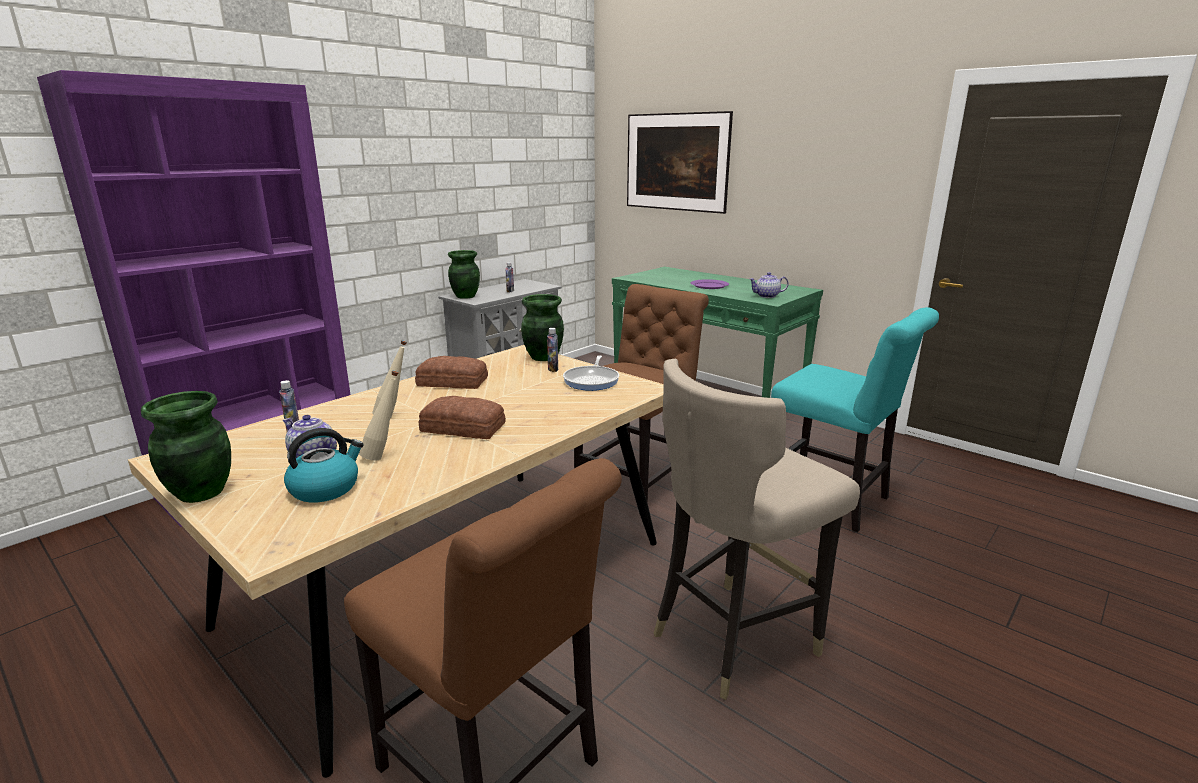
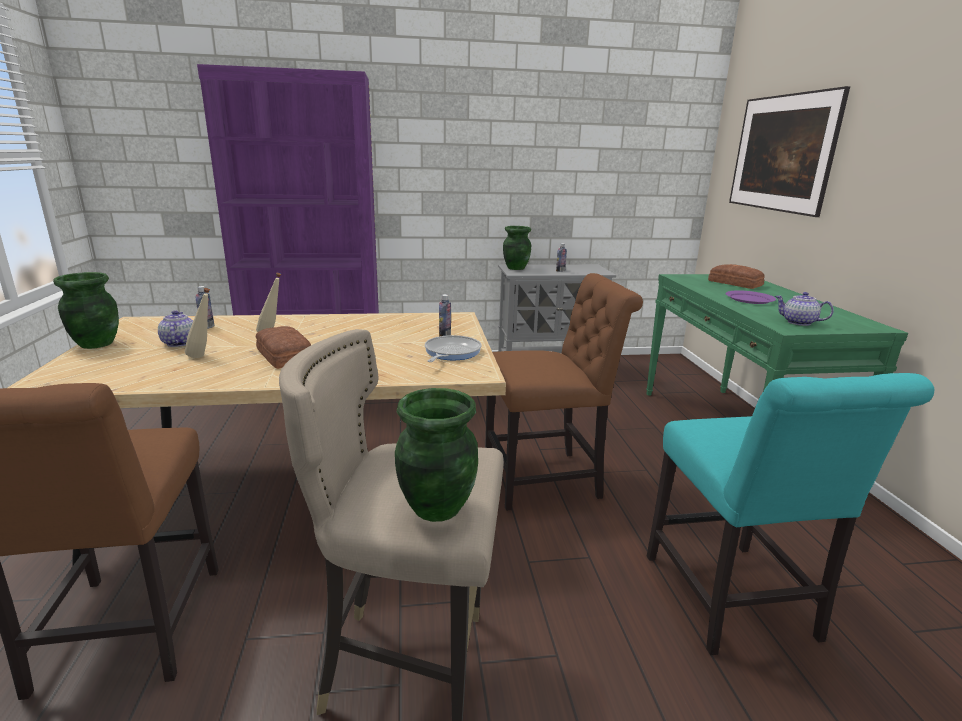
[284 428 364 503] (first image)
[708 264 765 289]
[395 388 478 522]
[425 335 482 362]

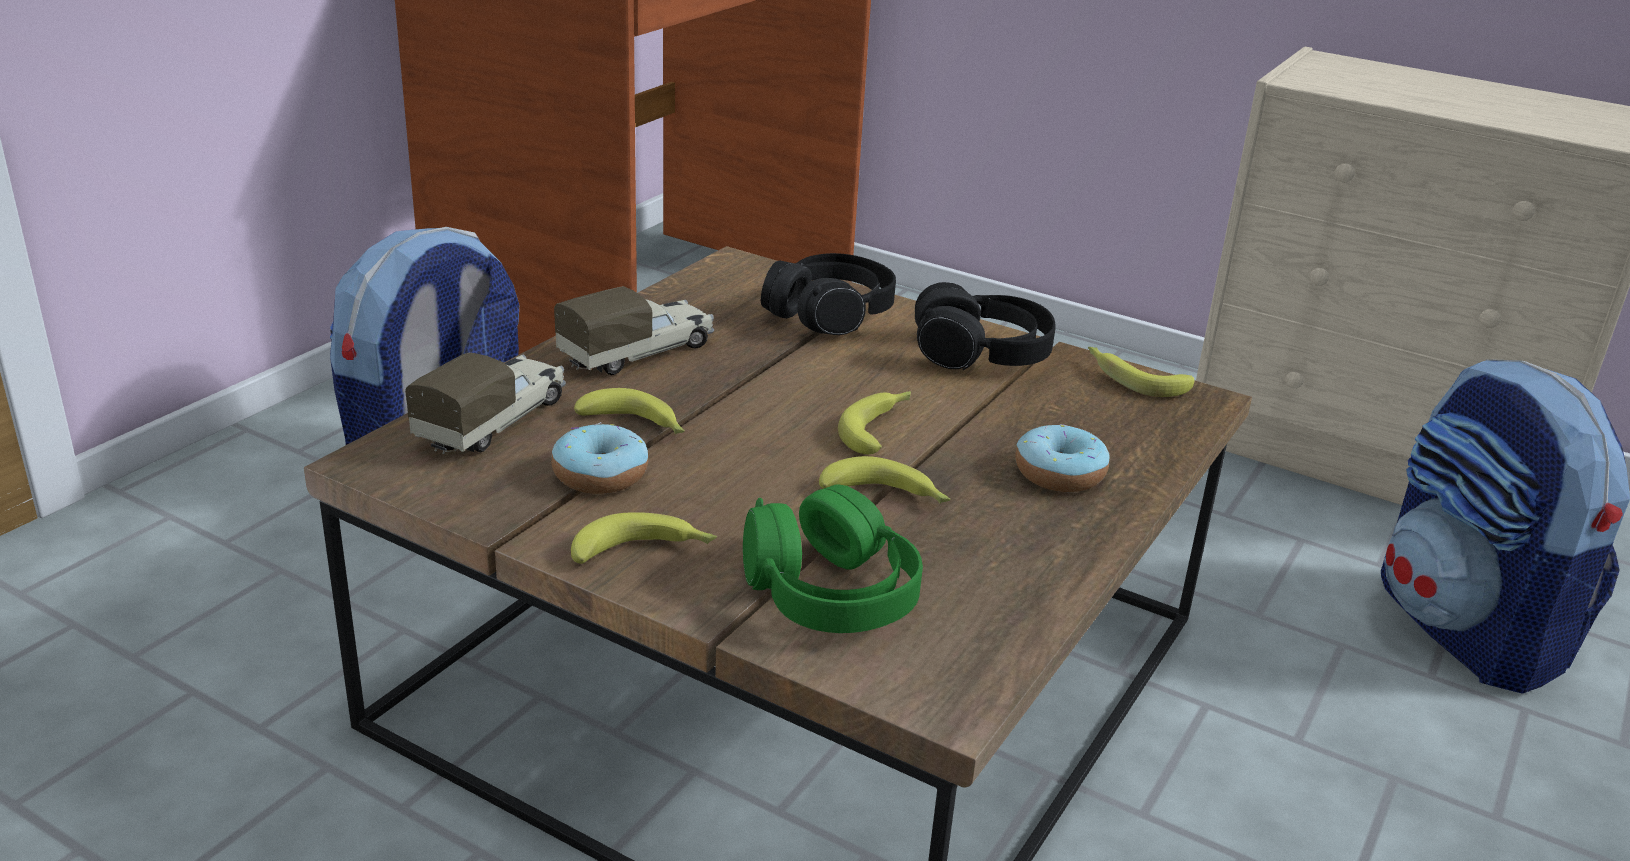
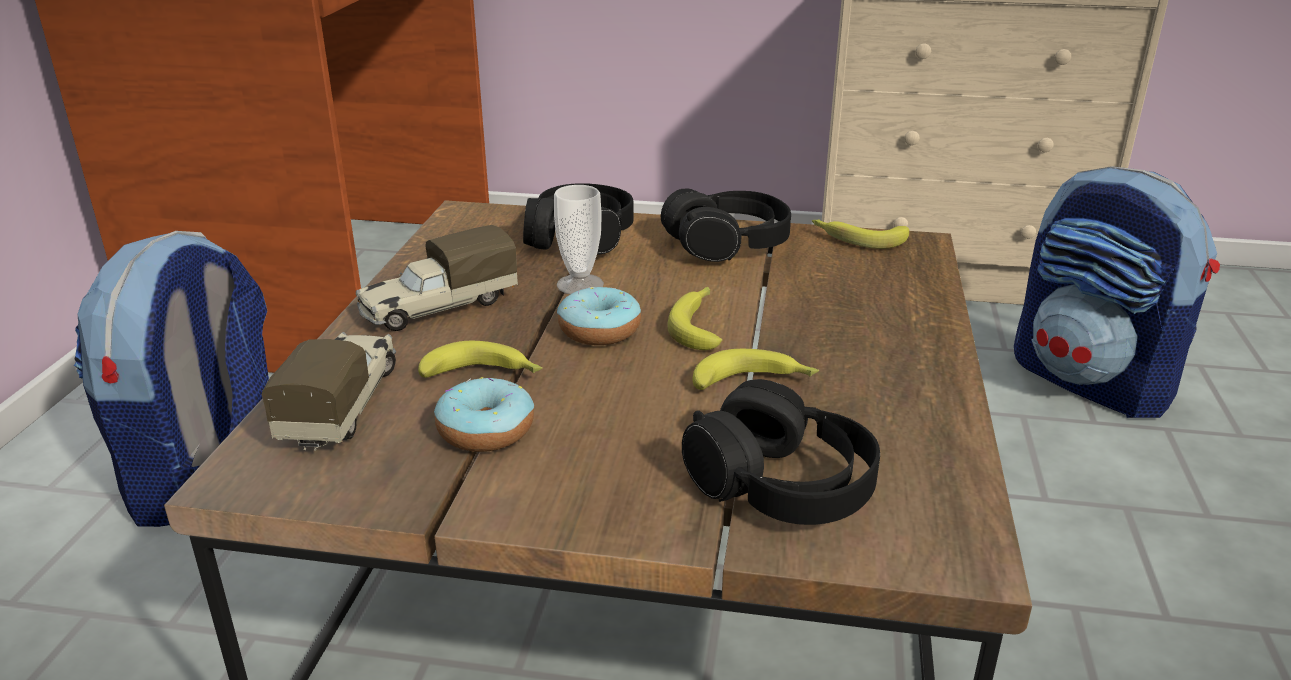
[356 225 518 331]
[571 512 717 564] (first image)
[682 379 880 525]
[557 287 641 345]
[554 185 604 294]

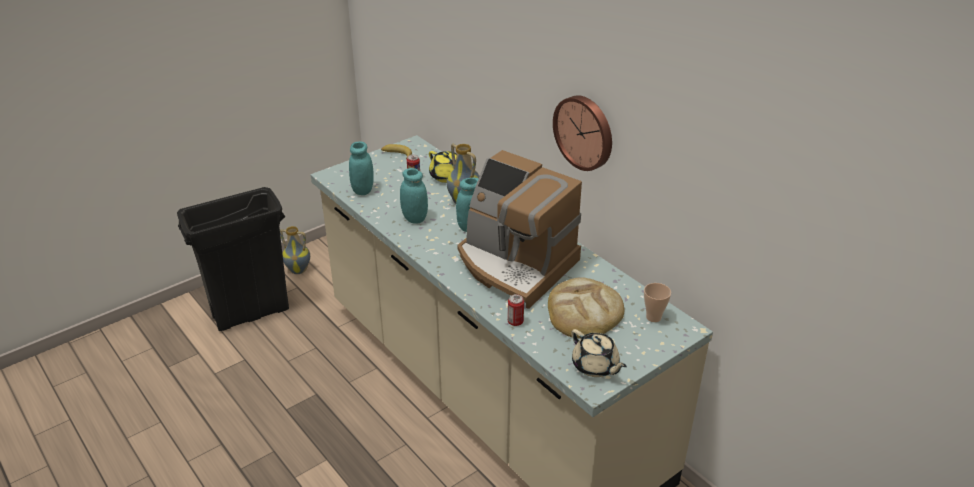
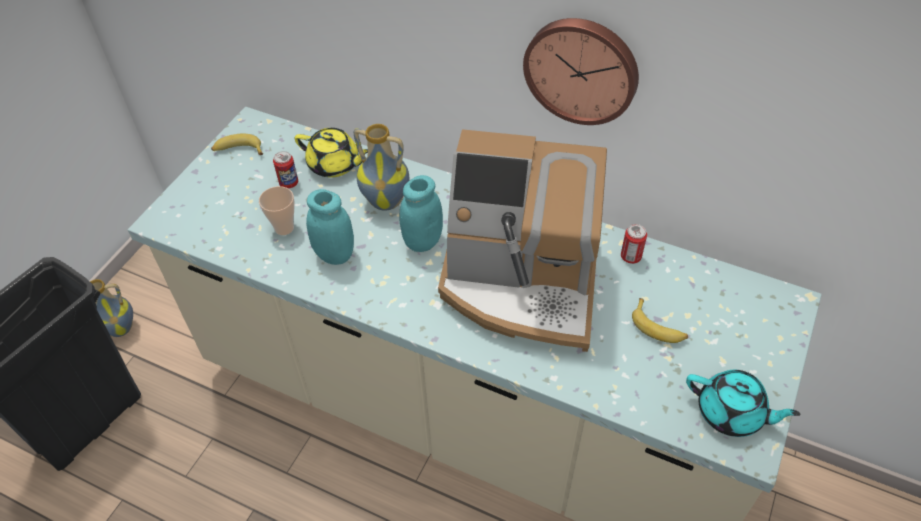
[349 141 374 195] (first image)
[621 224 647 264]
[632 298 688 343]
[686 370 801 437]
[259 186 294 235]

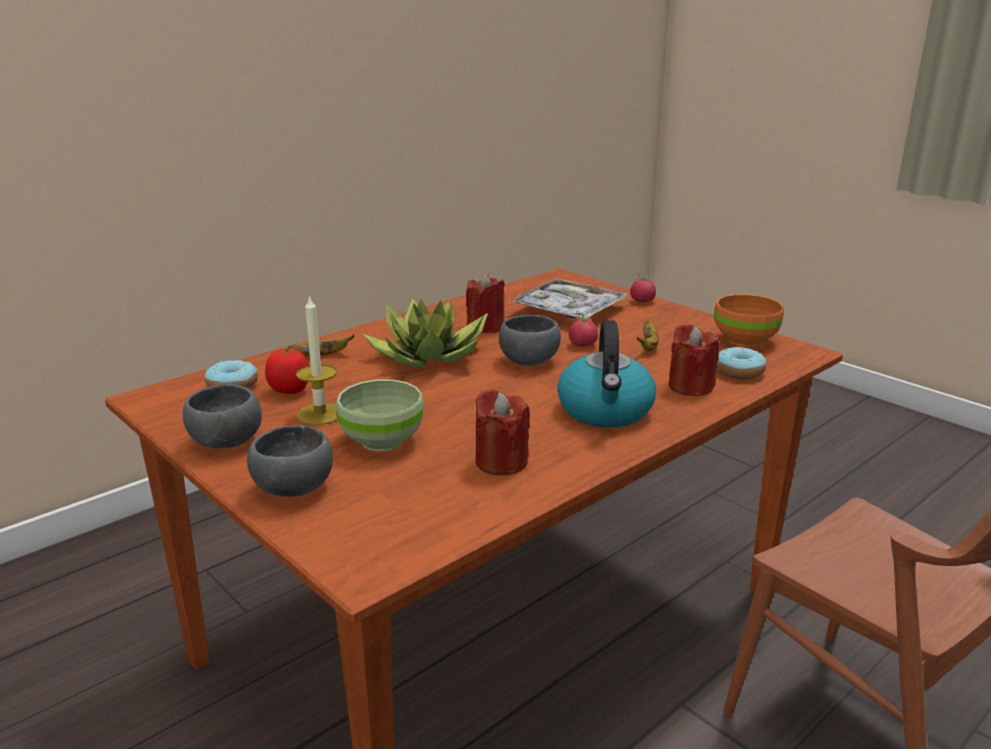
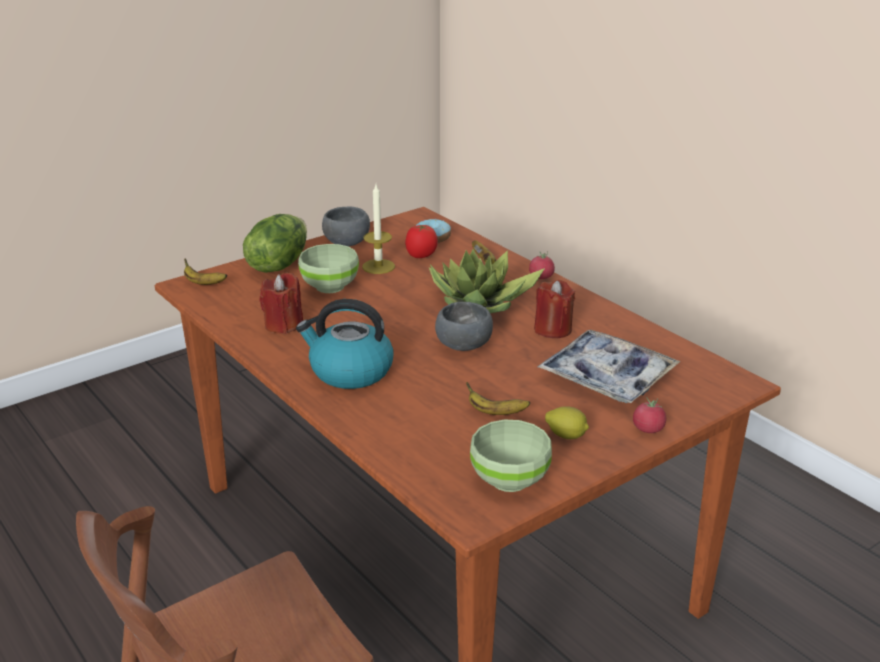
[243 214 307 273]
[529 251 555 279]
[669 324 720 396] (first image)
[470 419 552 492]
[717 347 766 379] (first image)
[184 258 227 285]
[545 406 589 439]

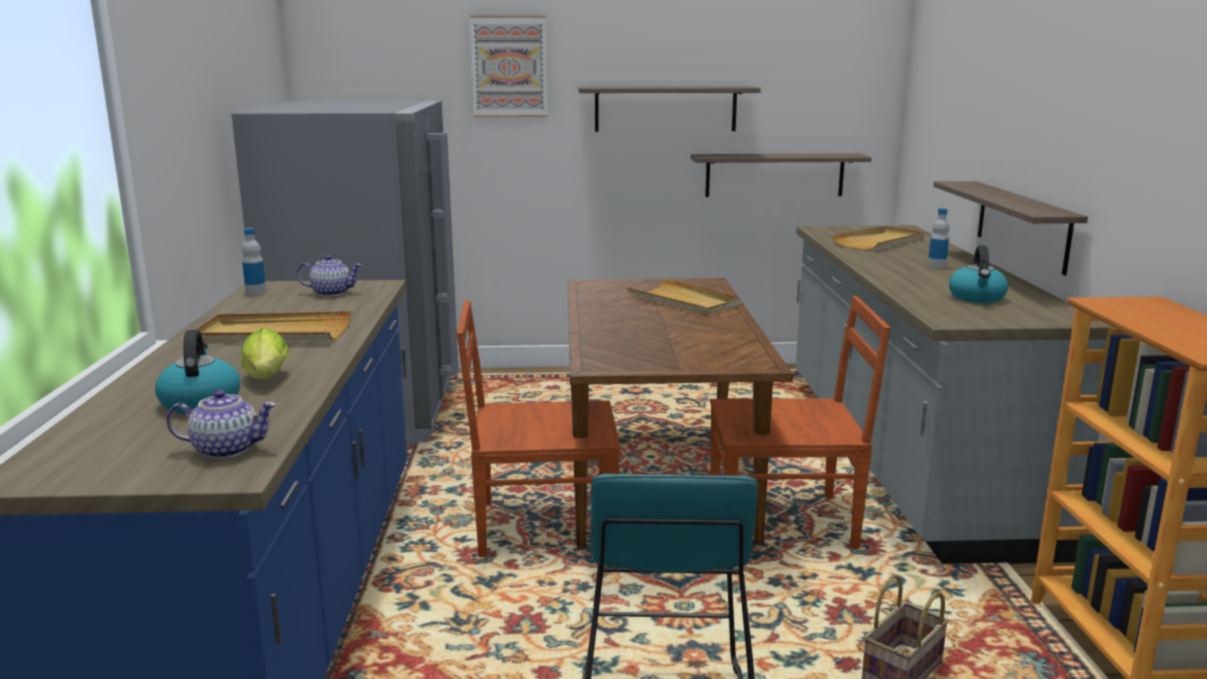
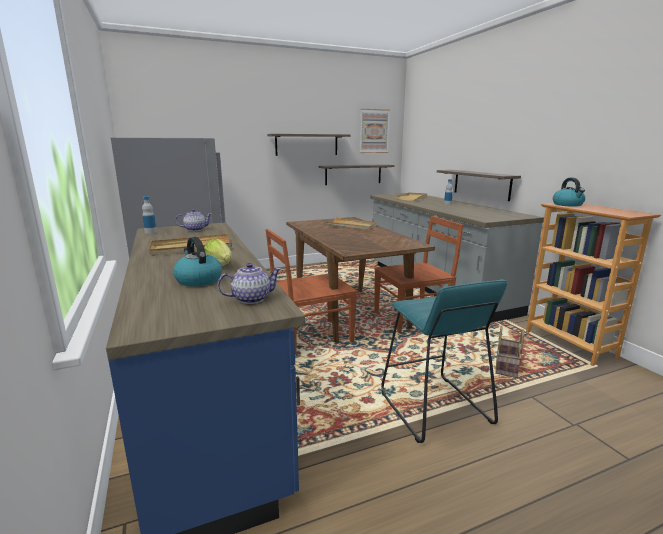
[360 109 390 153]
[553 178 585 207]

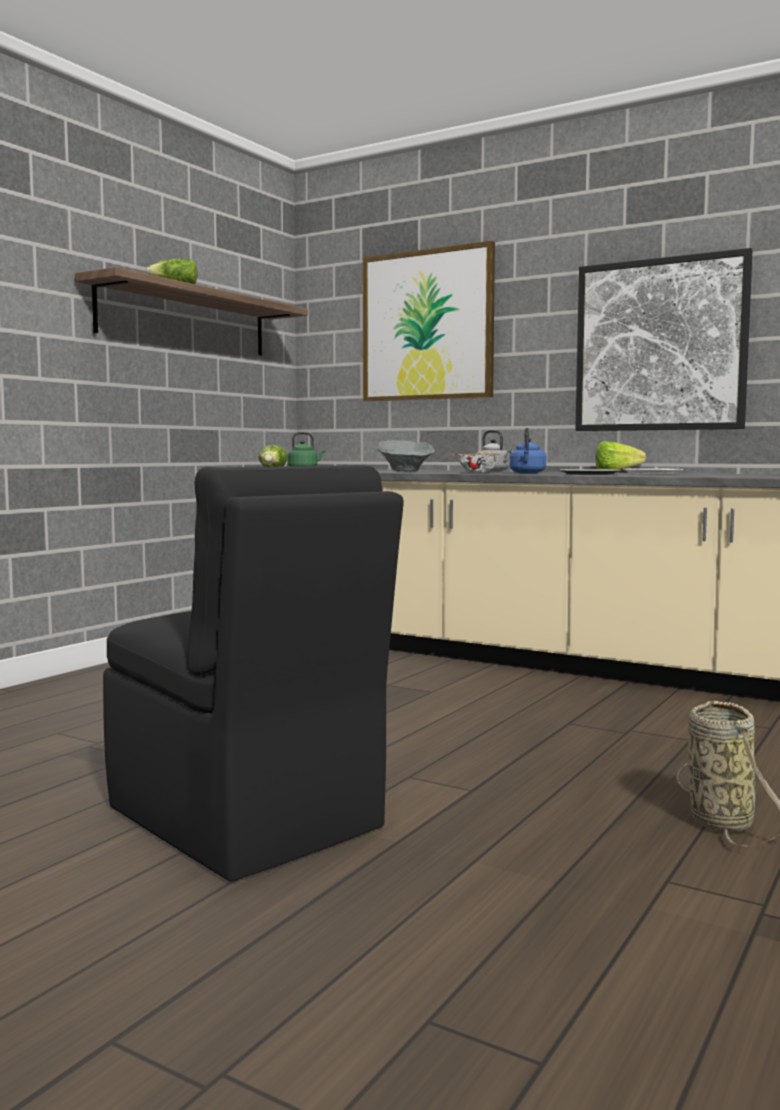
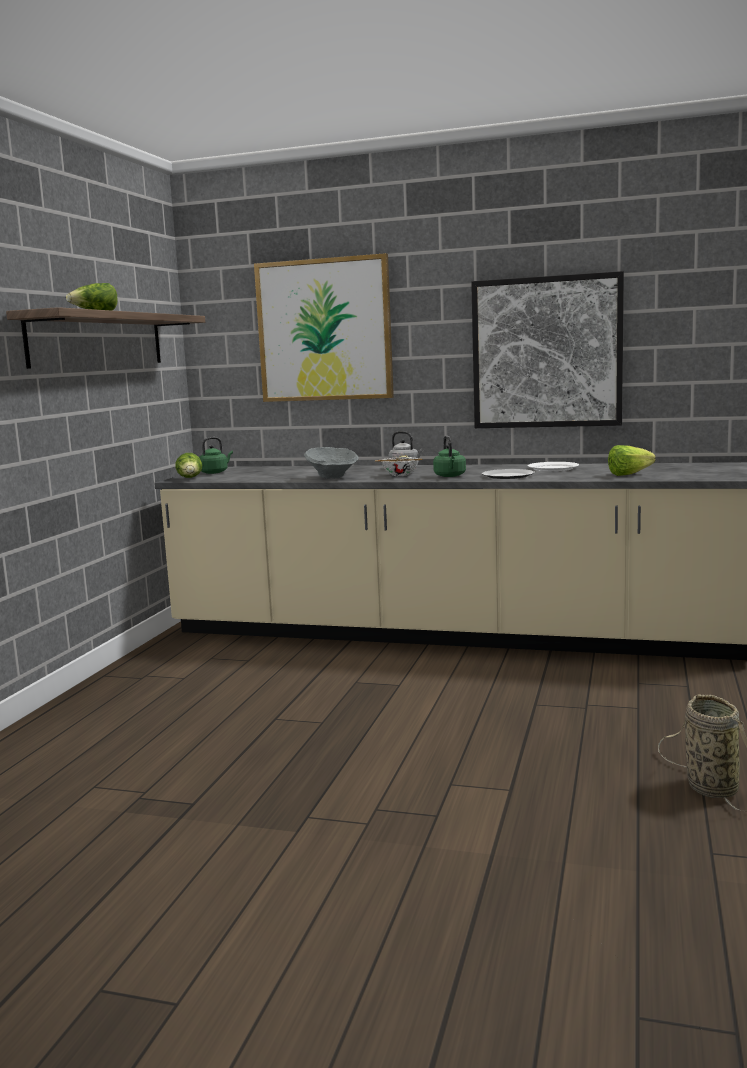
[103 465 404 881] (first image)
[433 436 466 477]
[608 445 656 476]

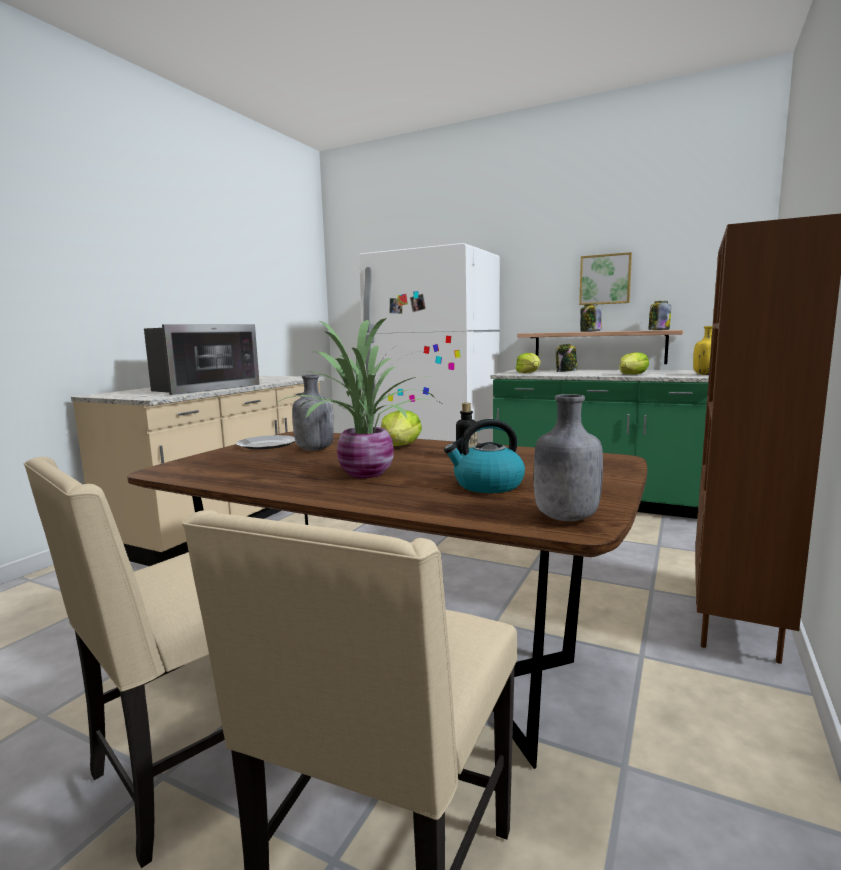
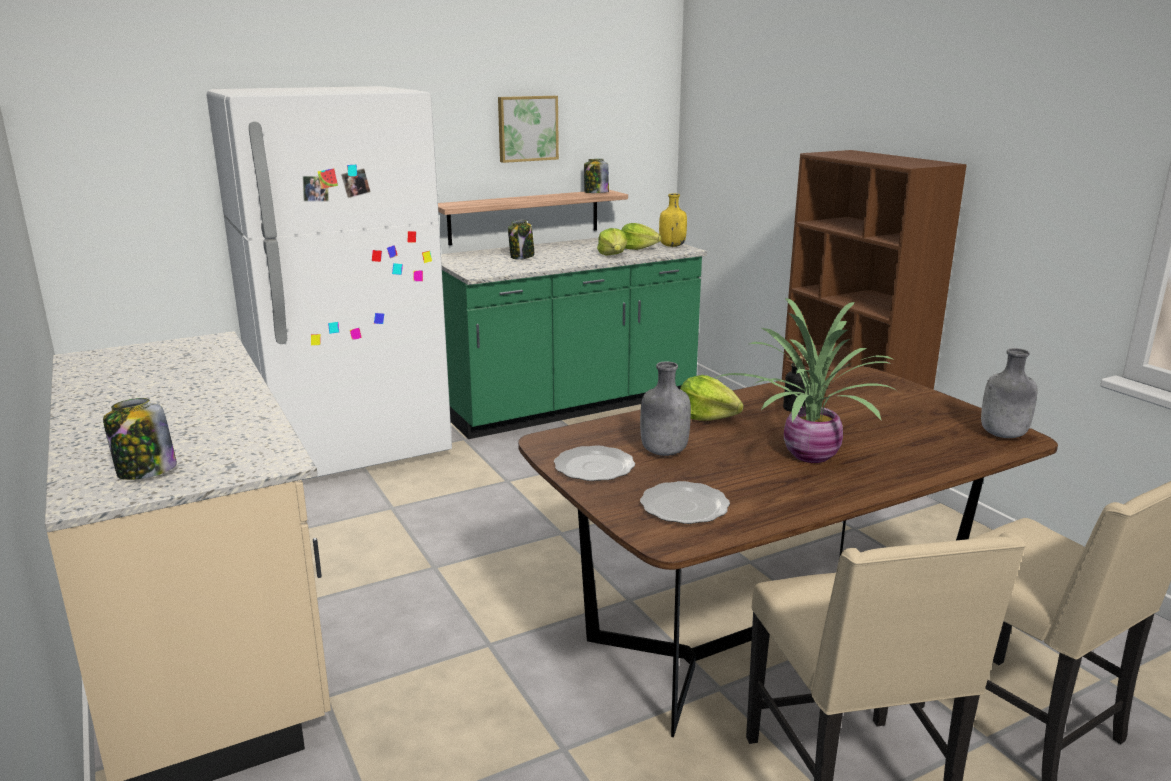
[144 324 260 395] (first image)
[444 419 525 493] (first image)
[621 223 661 250]
[103 398 177 480]
[640 481 730 524]

